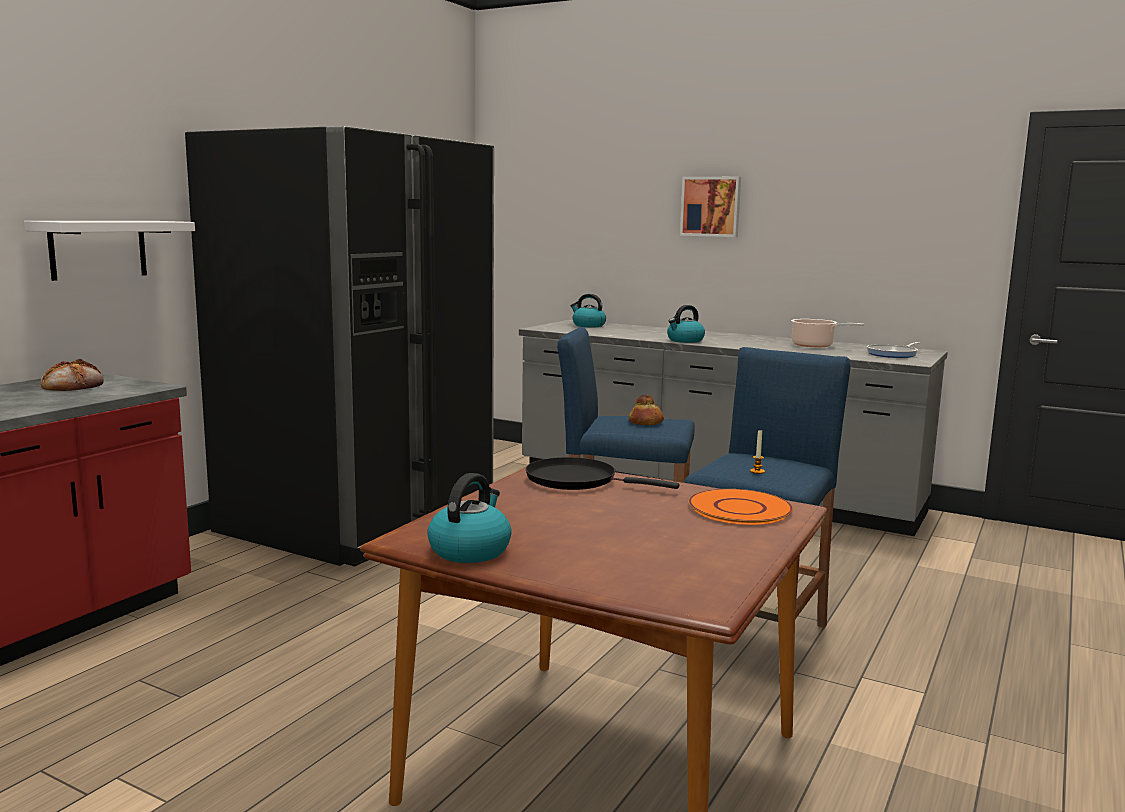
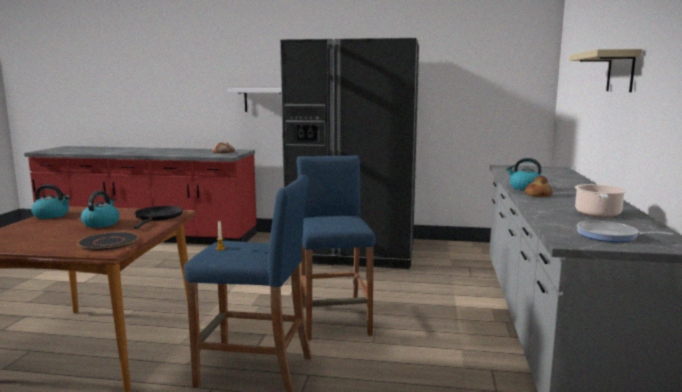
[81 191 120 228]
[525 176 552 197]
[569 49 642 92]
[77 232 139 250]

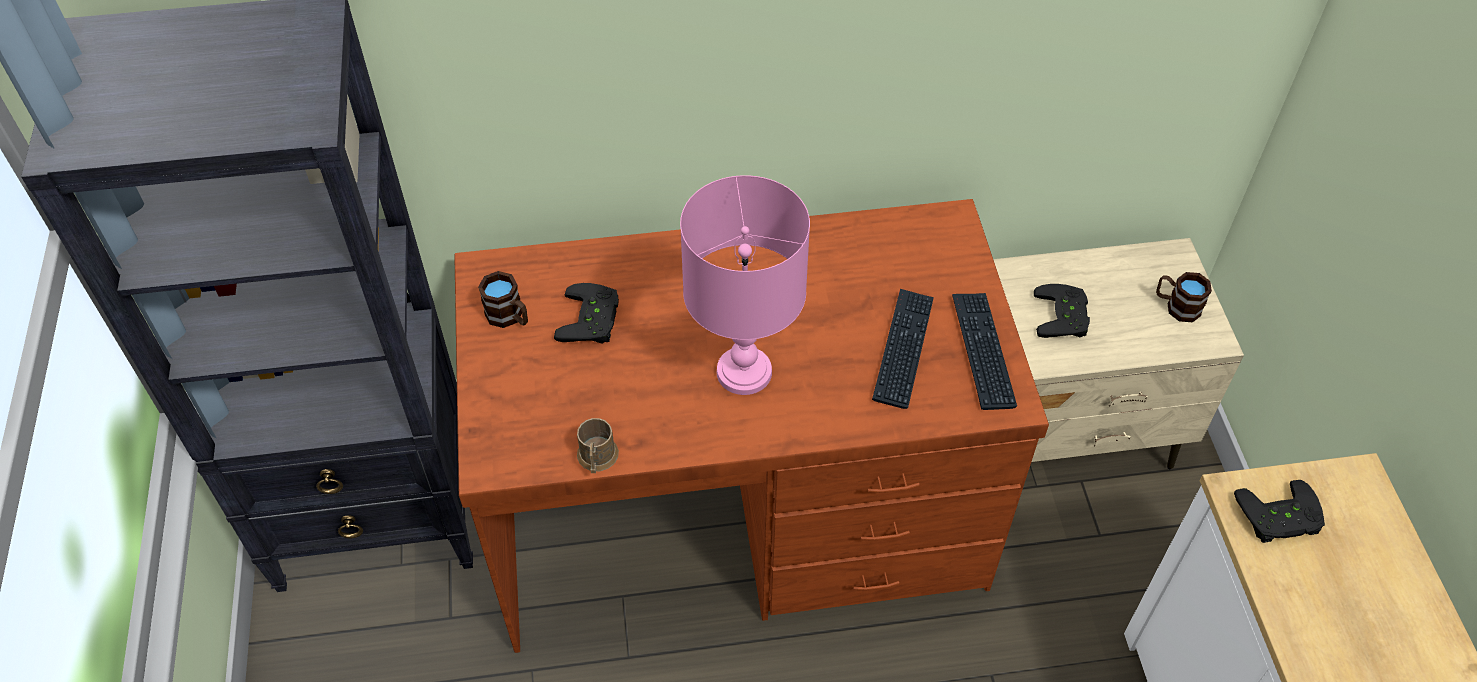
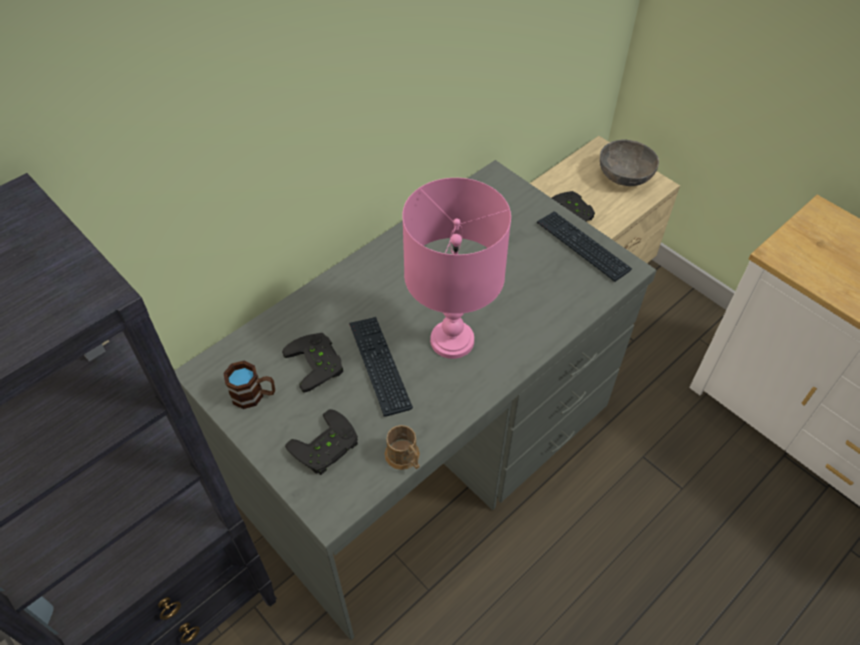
[174 160 656 640]
[349 317 413 417]
[600 139 659 186]
[285 409 358 475]

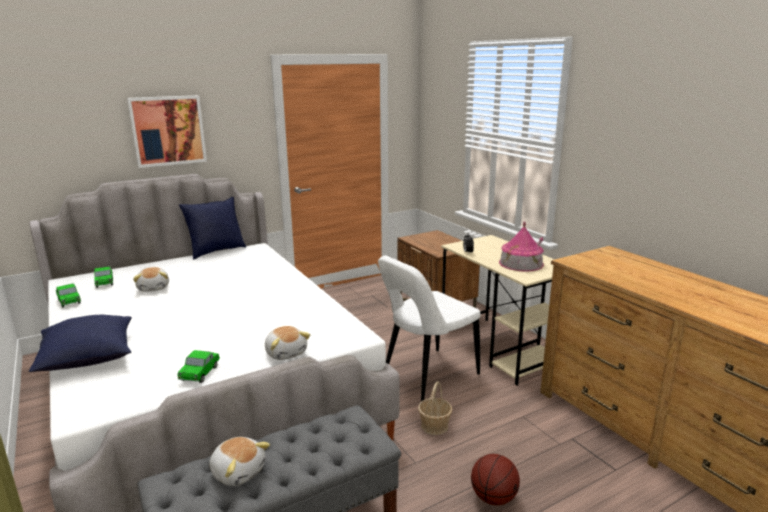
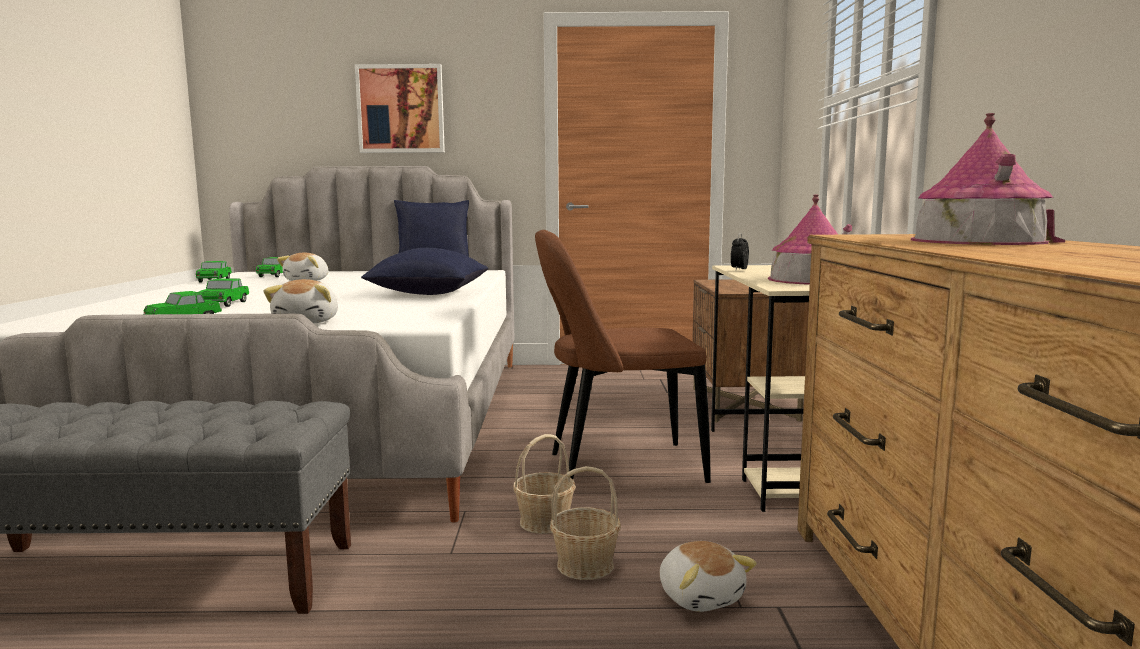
[361 248 488 295]
[660 541 757 612]
[535 230 711 483]
[471 454 520 506] (first image)
[199 278 249 307]
[550 466 621 580]
[911 113 1065 245]

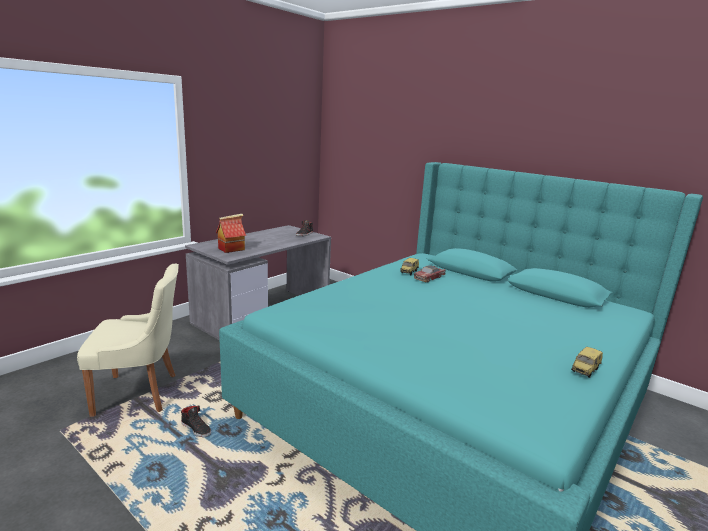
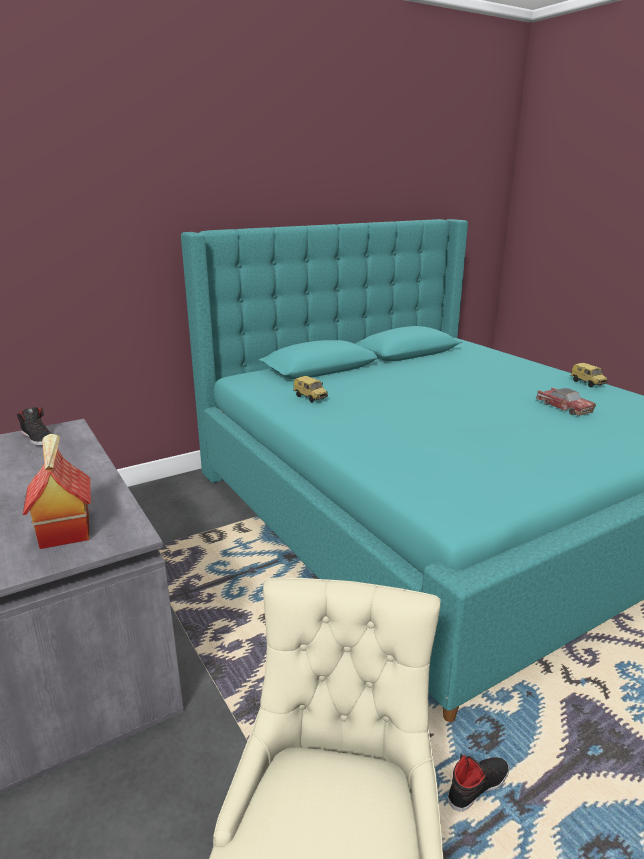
[536 387 596 416]

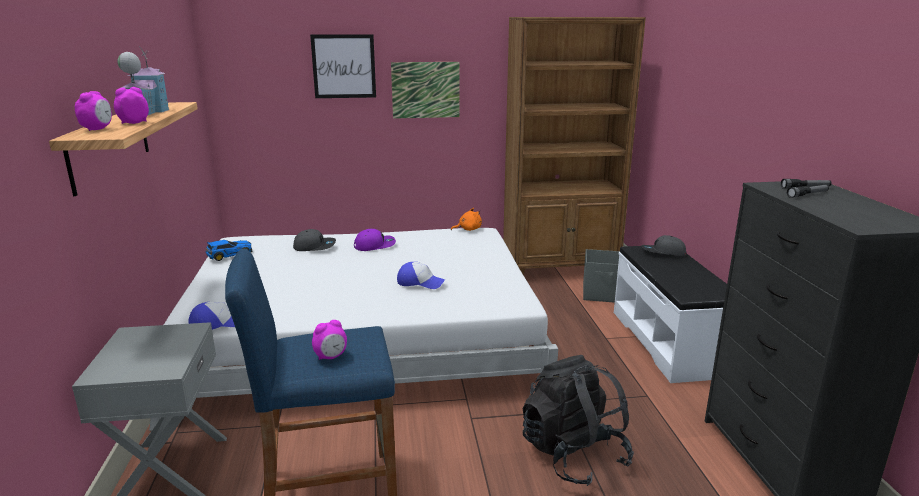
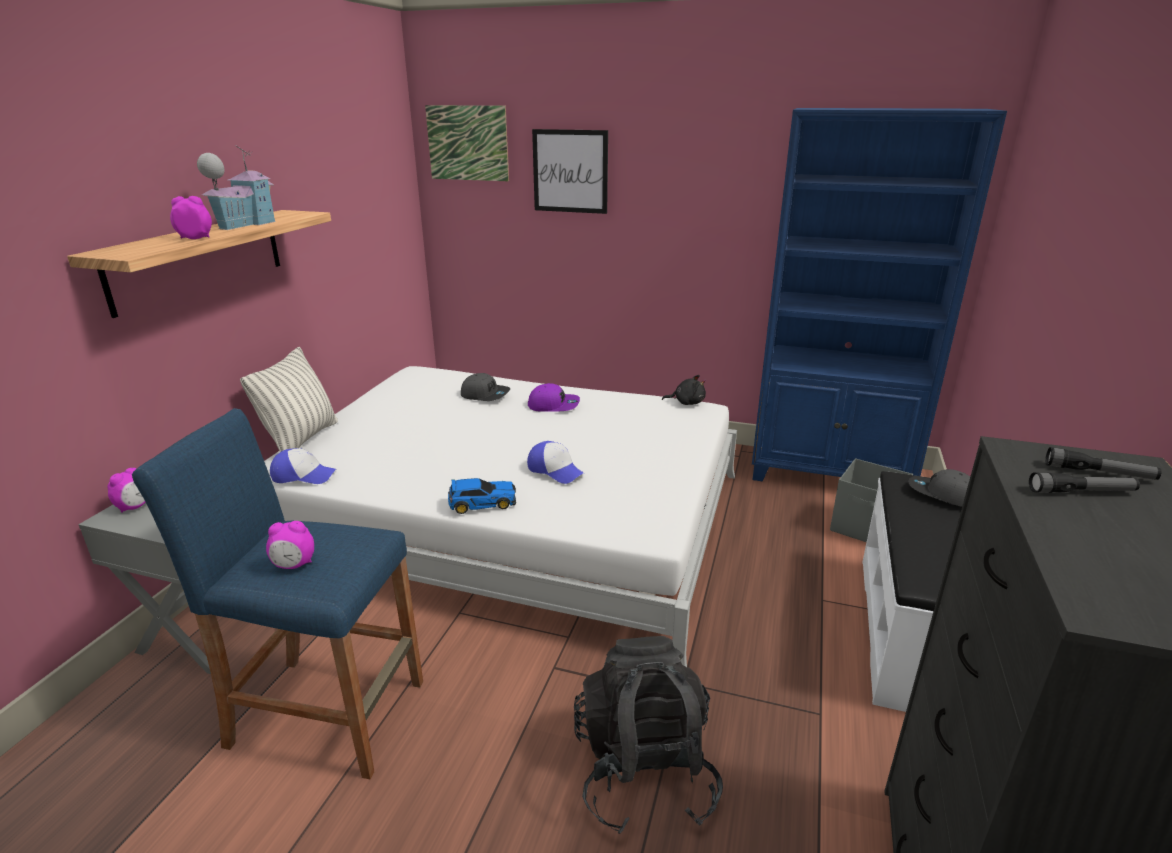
[107 468 146 513]
[448 478 516 514]
[425 105 509 181]
[662 375 706 405]
[752 108 1007 481]
[240 347 338 452]

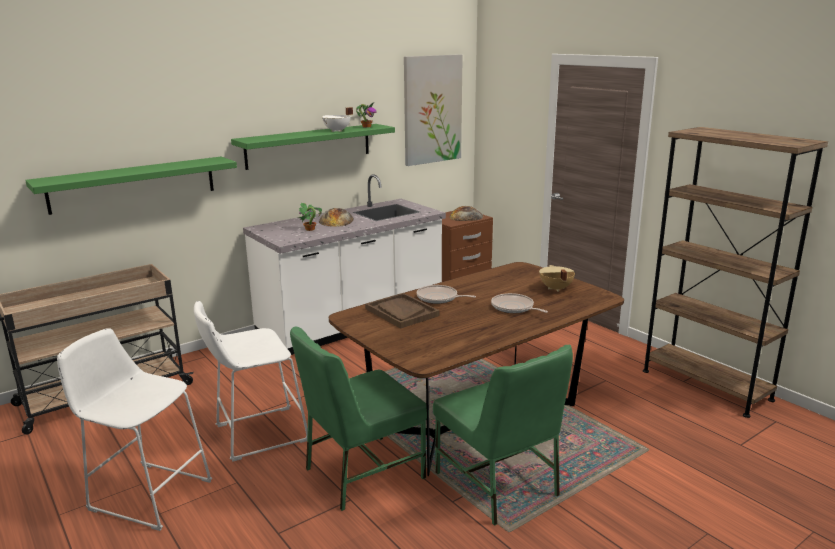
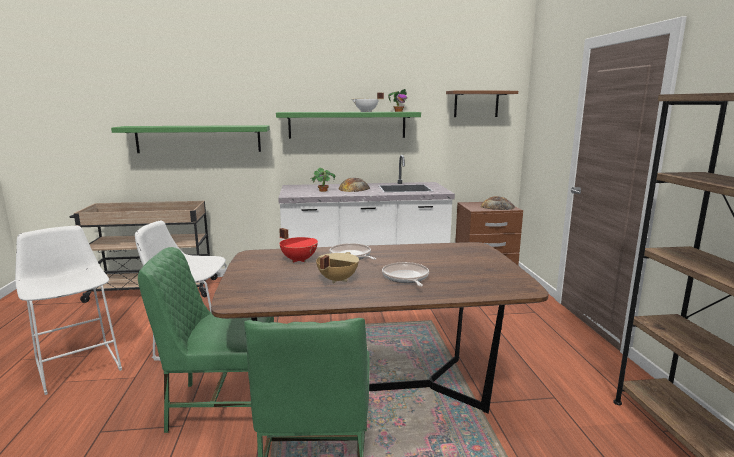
[279 228 318 263]
[446 90 518 117]
[316 252 359 283]

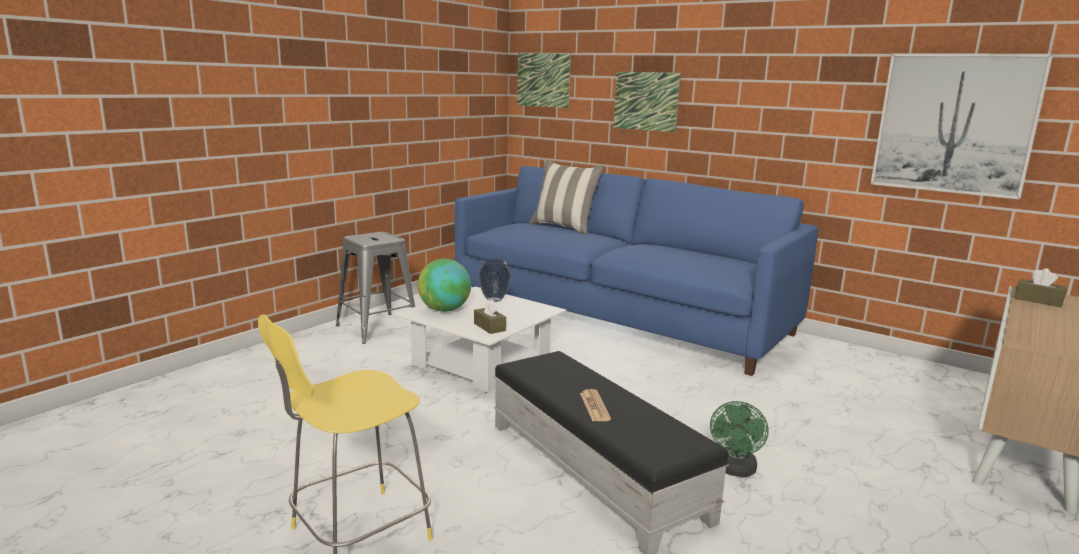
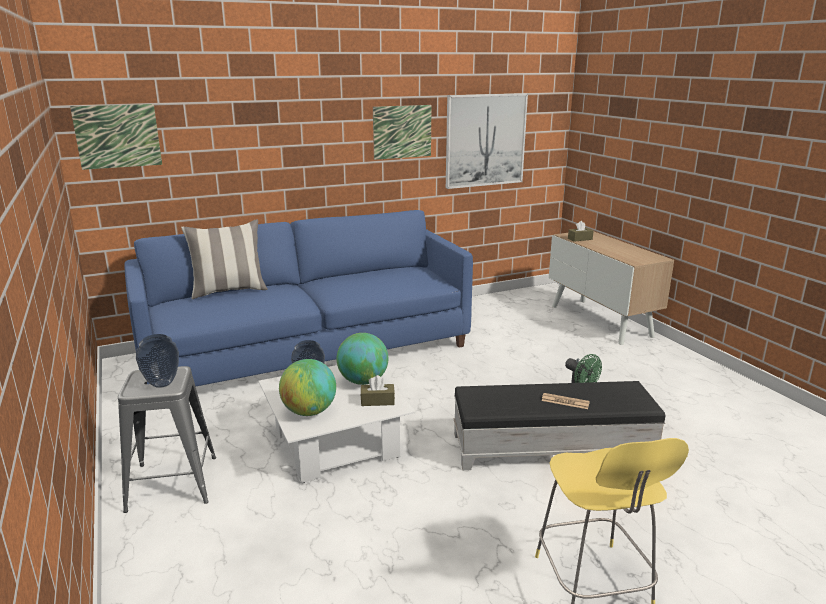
[373 105 432 160]
[136 334 179 388]
[337 333 388 385]

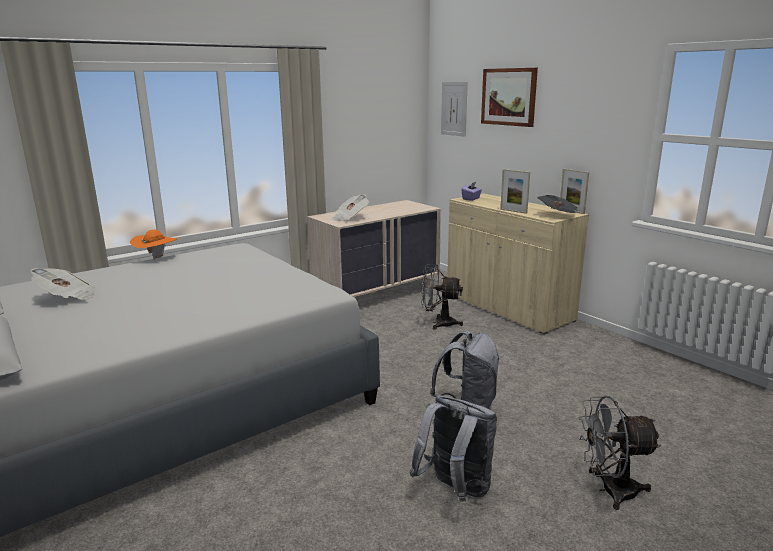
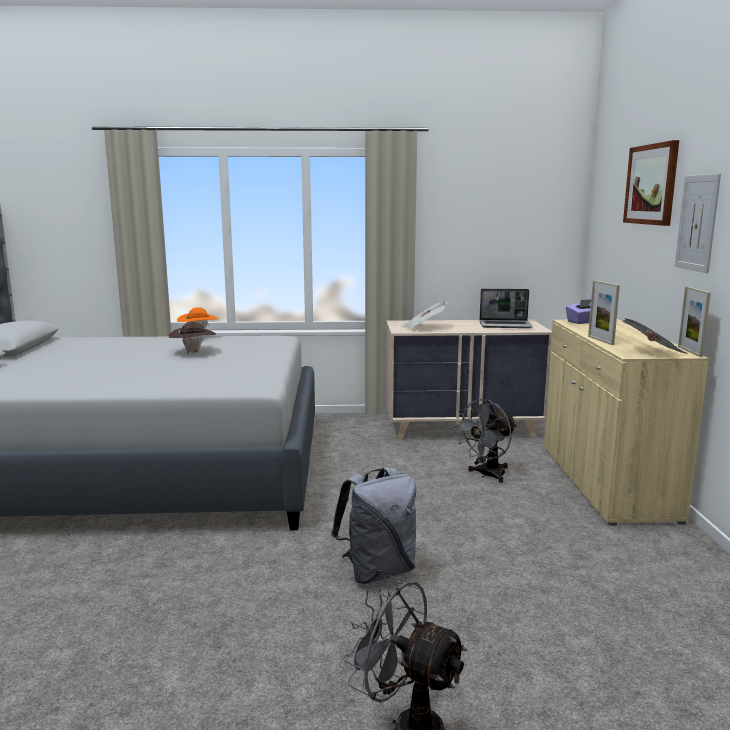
[30 268 95 301] (first image)
[410 395 497 502] (first image)
[454 399 517 483]
[675 174 721 273]
[169 321 216 355]
[479 289 533 328]

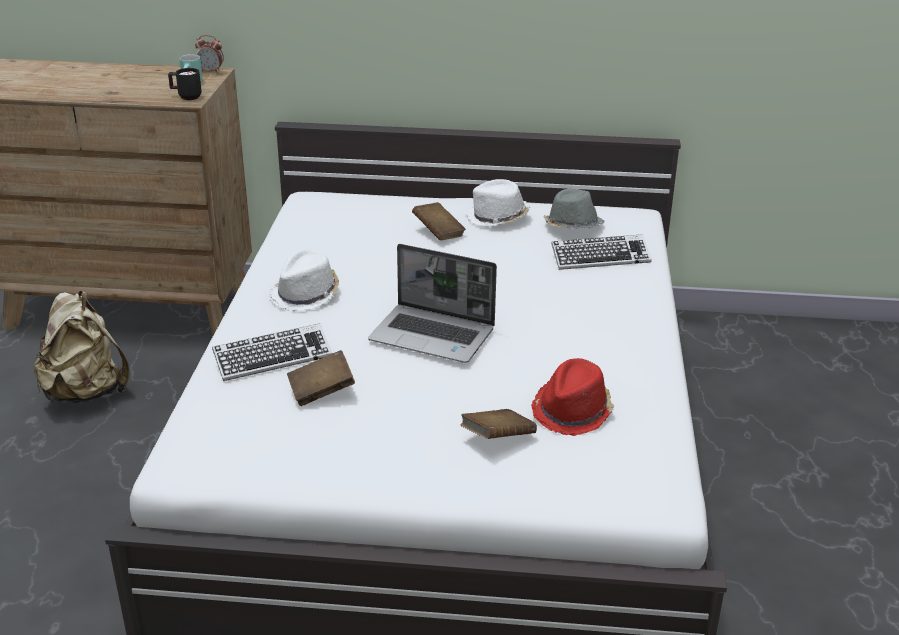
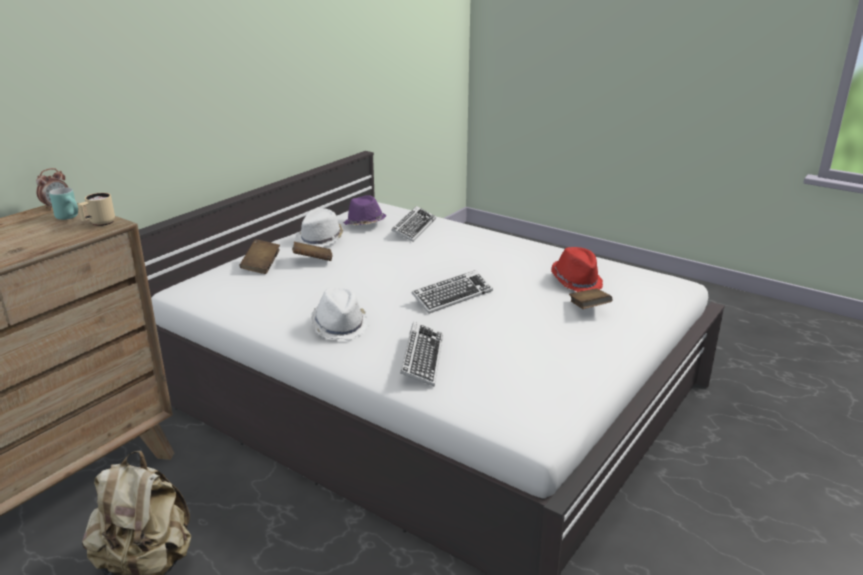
[78 193 115 226]
[240 239 280 274]
[412 270 493 314]
[343 195 386 225]

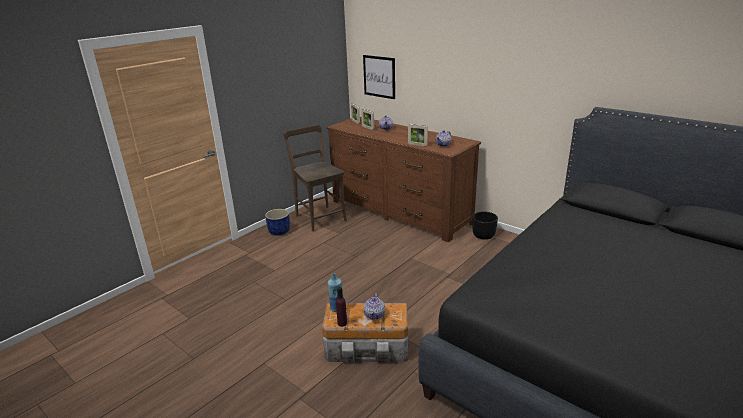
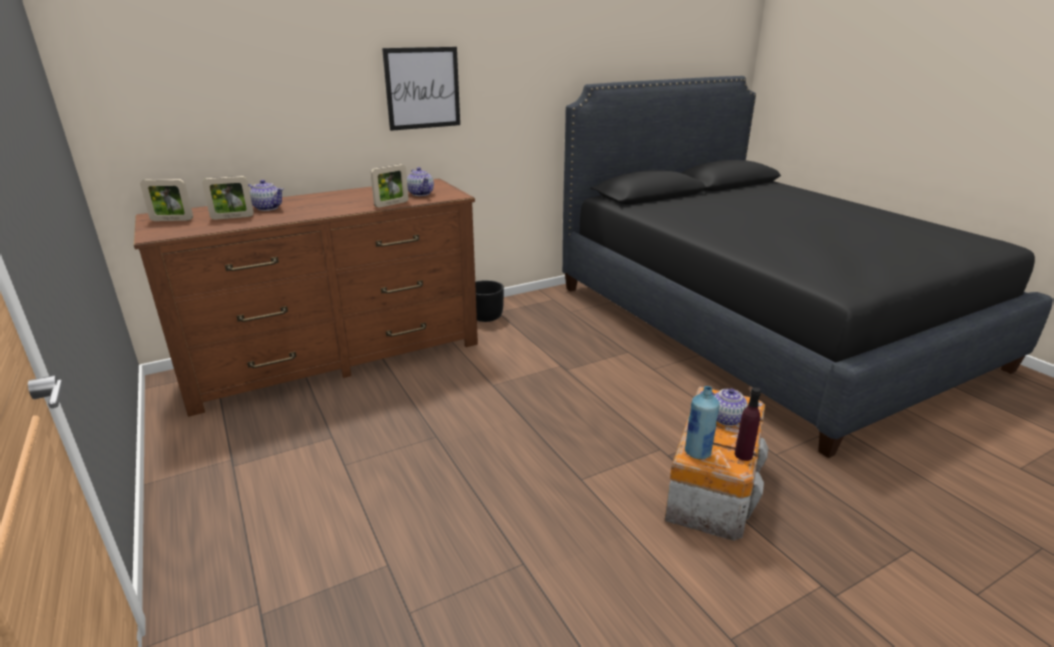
[265 209 290 236] (first image)
[284 125 347 231] (first image)
[382 47 460 131]

